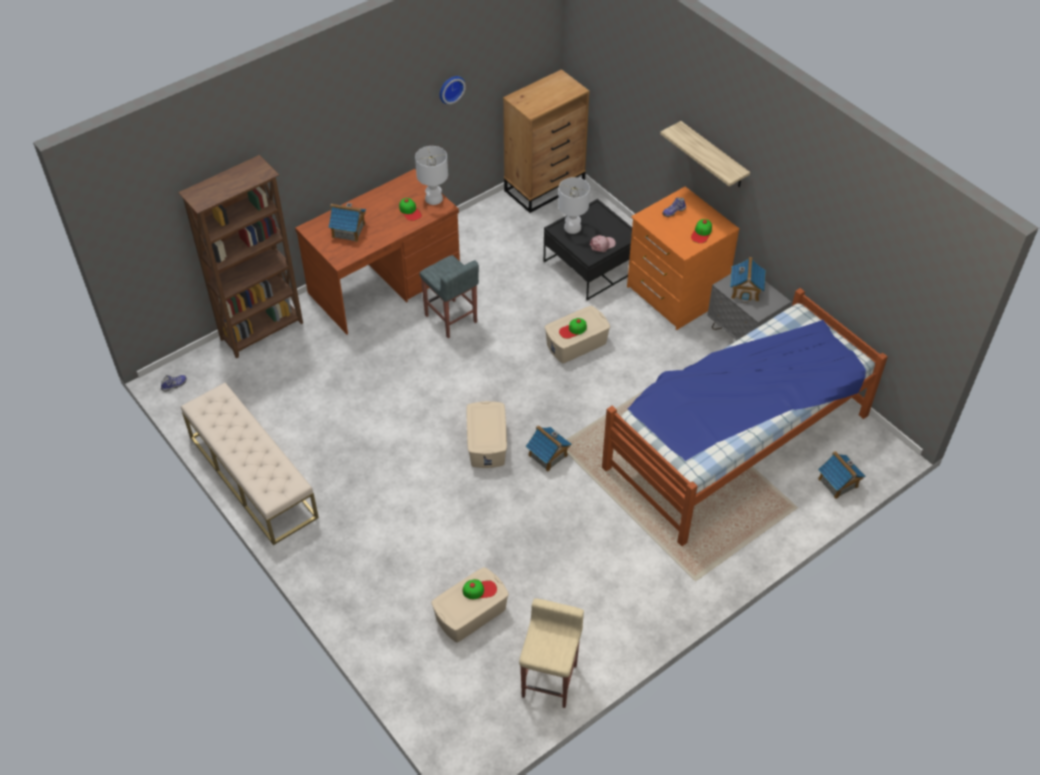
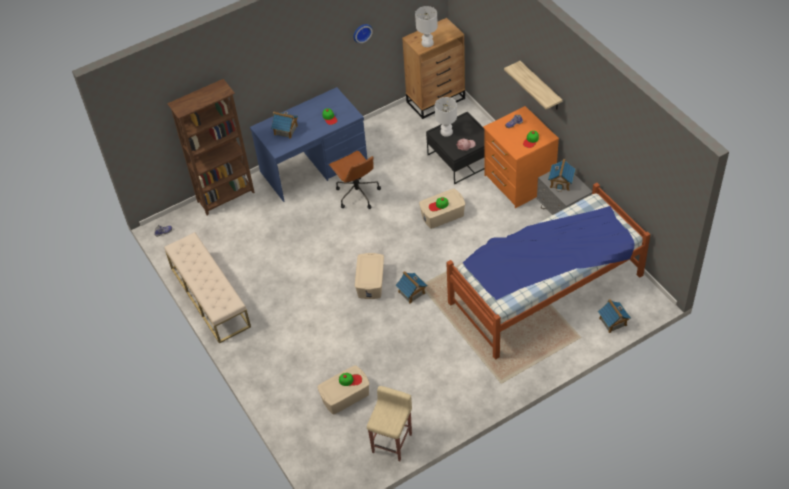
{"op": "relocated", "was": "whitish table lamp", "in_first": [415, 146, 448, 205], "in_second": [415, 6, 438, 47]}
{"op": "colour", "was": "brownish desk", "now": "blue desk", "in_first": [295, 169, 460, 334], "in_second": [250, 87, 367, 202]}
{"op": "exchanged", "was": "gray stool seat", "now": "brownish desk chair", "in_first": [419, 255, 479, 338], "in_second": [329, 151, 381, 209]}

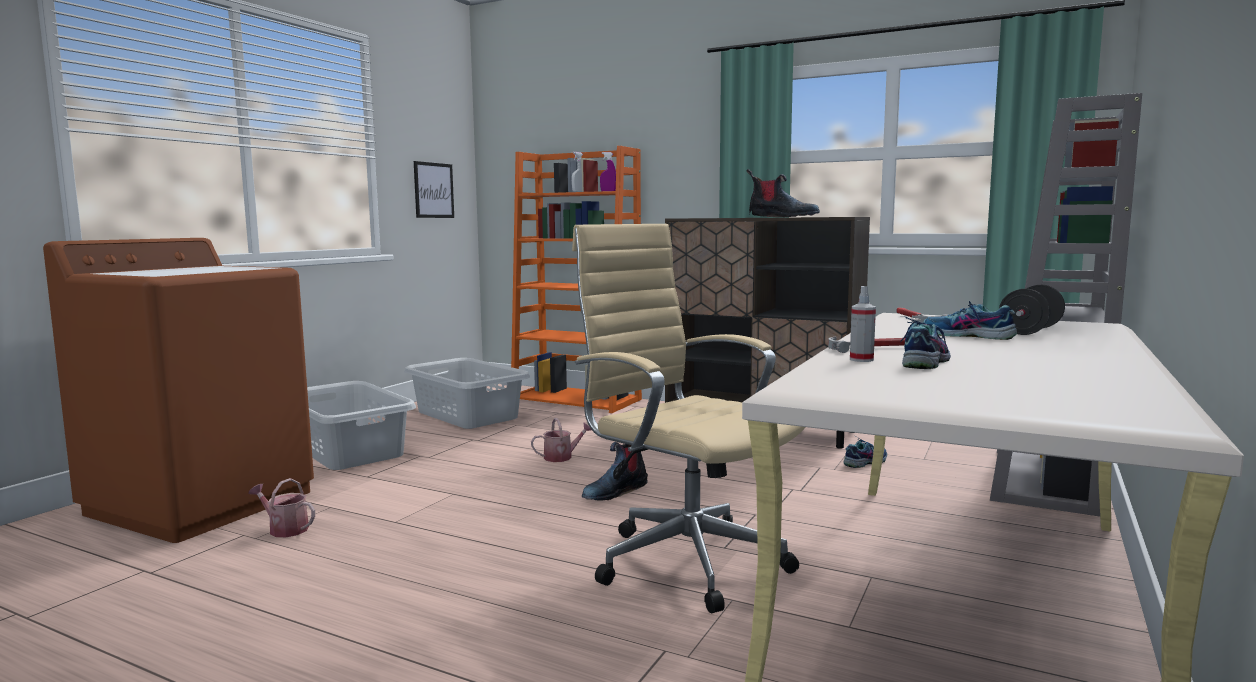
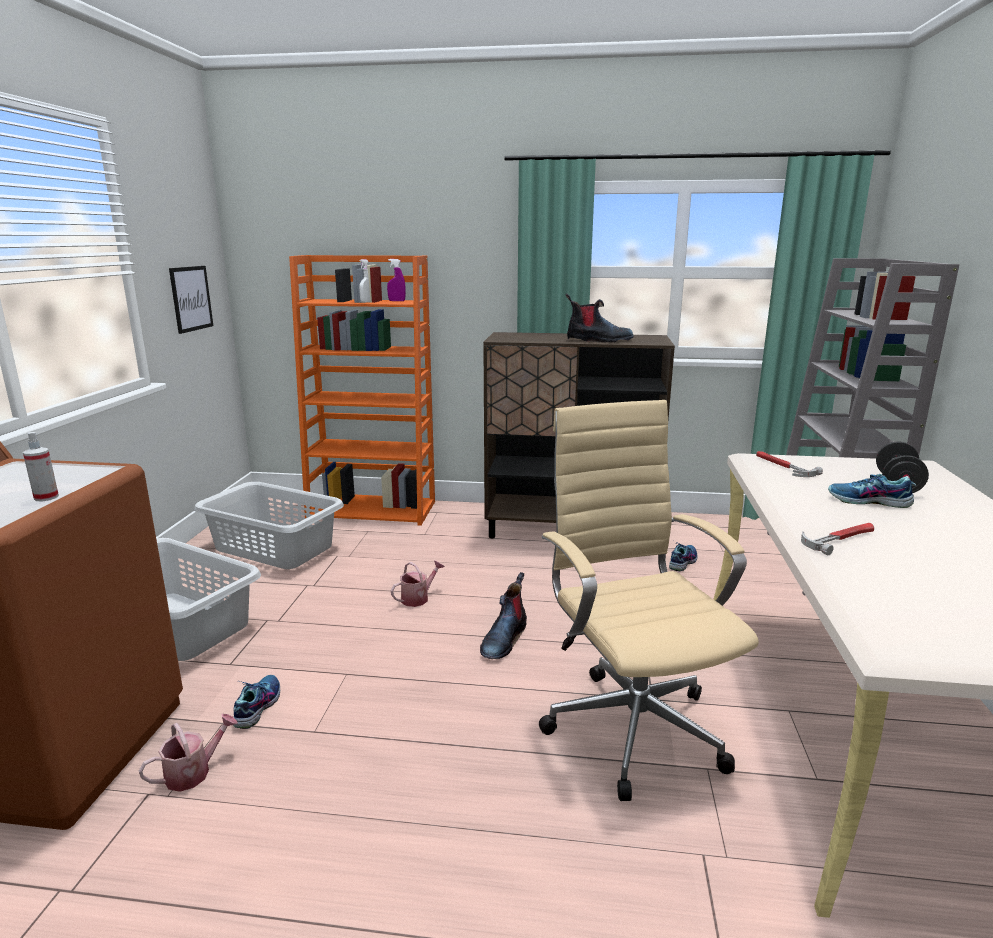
{"op": "spun", "was": "sand-coloured desk chair", "in_first": [572, 224, 805, 613], "in_second": [539, 400, 759, 801], "clockwise": 45}
{"op": "relocated", "was": "sprayer", "in_first": [850, 286, 876, 362], "in_second": [23, 432, 59, 501]}
{"op": "relocated", "was": "item of footwear", "in_first": [900, 316, 951, 369], "in_second": [233, 675, 280, 729]}
{"op": "spun", "was": "watering can", "in_first": [248, 478, 315, 537], "in_second": [139, 714, 238, 792], "clockwise": 135}

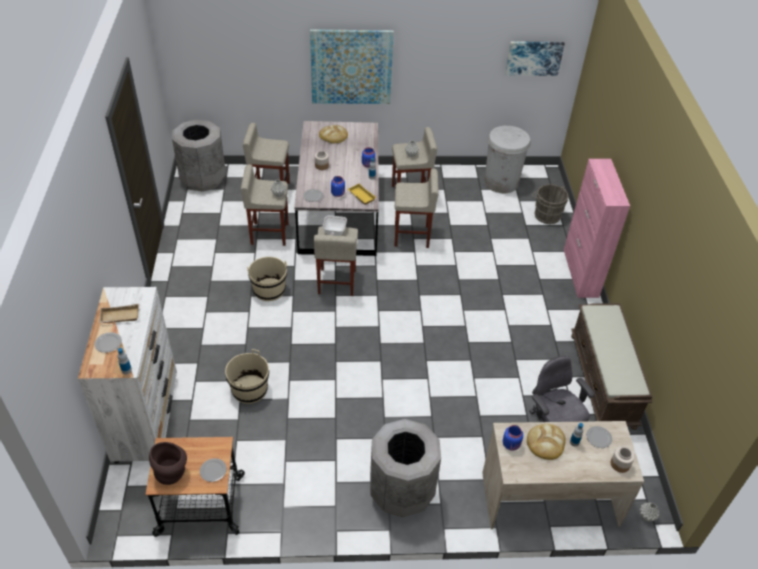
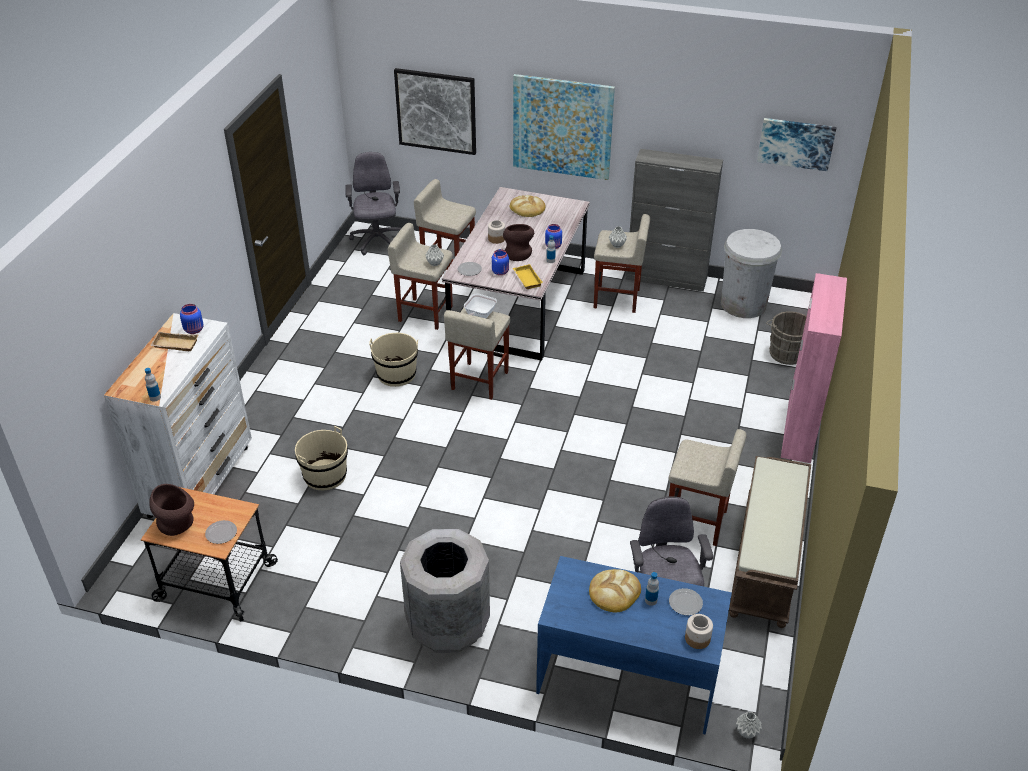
{"op": "exchanged", "was": "gray trash can", "now": "gray desk chair", "in_first": [172, 119, 225, 192], "in_second": [345, 152, 401, 255]}
{"op": "relocated", "was": "sand-coloured stool seat", "in_first": [394, 168, 439, 248], "in_second": [669, 429, 746, 546]}
{"op": "missing", "was": "plate", "in_first": [95, 332, 122, 353]}
{"op": "colour", "was": "sand-coloured desk", "now": "blue desk", "in_first": [482, 421, 644, 529], "in_second": [536, 556, 732, 735]}
{"op": "relocated", "was": "blue jar", "in_first": [503, 425, 523, 451], "in_second": [180, 304, 203, 334]}
{"op": "appeared", "now": "picture", "in_second": [394, 68, 476, 155]}
{"op": "appeared", "now": "gray storage cabinet", "in_second": [626, 149, 723, 292]}
{"op": "appeared", "now": "brownish decorative vase", "in_second": [503, 224, 534, 261]}

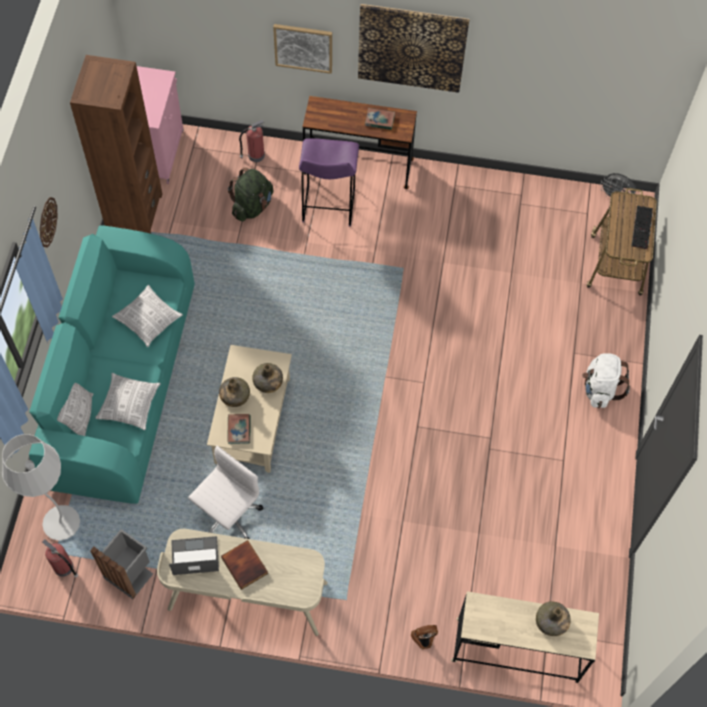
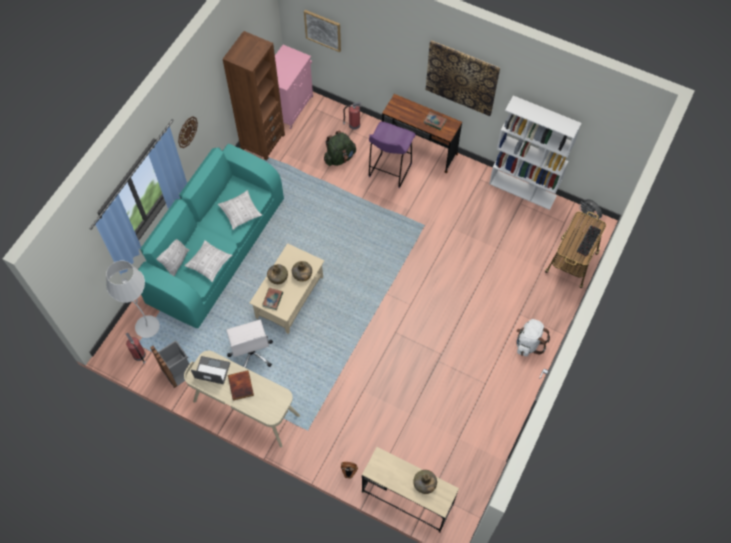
{"op": "relocated", "was": "picture", "in_first": [273, 24, 332, 74], "in_second": [304, 10, 341, 52]}
{"op": "spun", "was": "whitish desk chair", "in_first": [188, 446, 263, 539], "in_second": [226, 320, 273, 368], "clockwise": 105}
{"op": "appeared", "now": "whitish shelving unit", "in_second": [489, 95, 581, 210]}

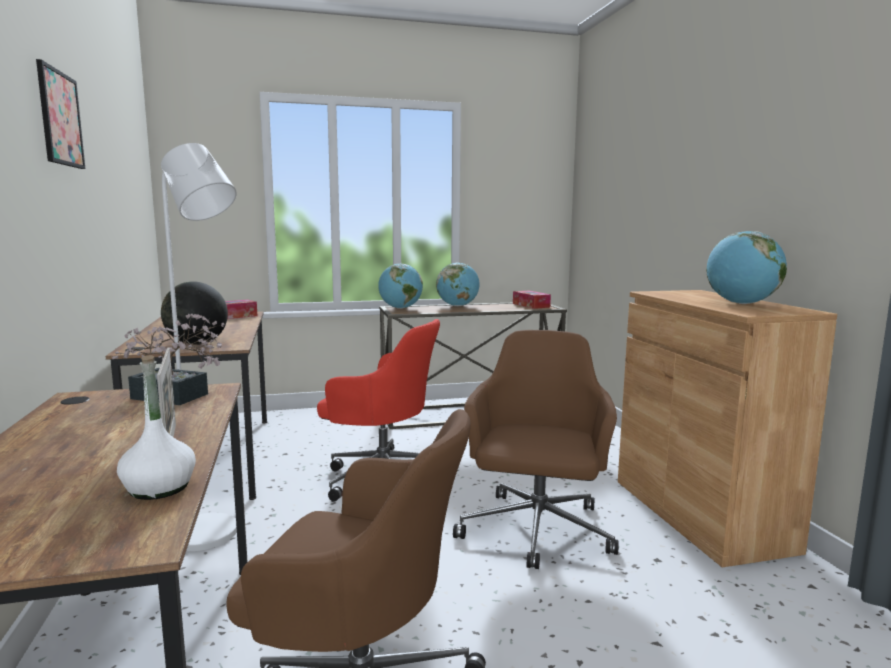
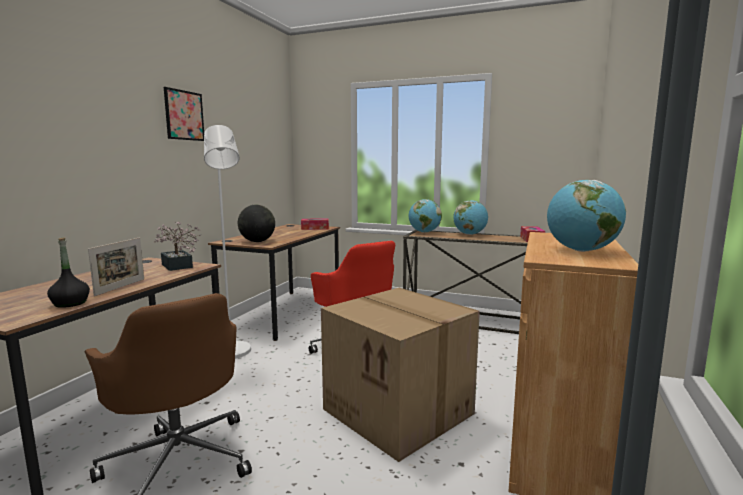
{"op": "exchanged", "was": "brownish desk chair", "now": "cardboard box", "in_first": [453, 330, 619, 569], "in_second": [321, 288, 480, 462]}
{"op": "colour", "was": "whitish beverage bottle", "now": "blackish beverage bottle", "in_first": [117, 355, 196, 500], "in_second": [47, 237, 90, 308]}

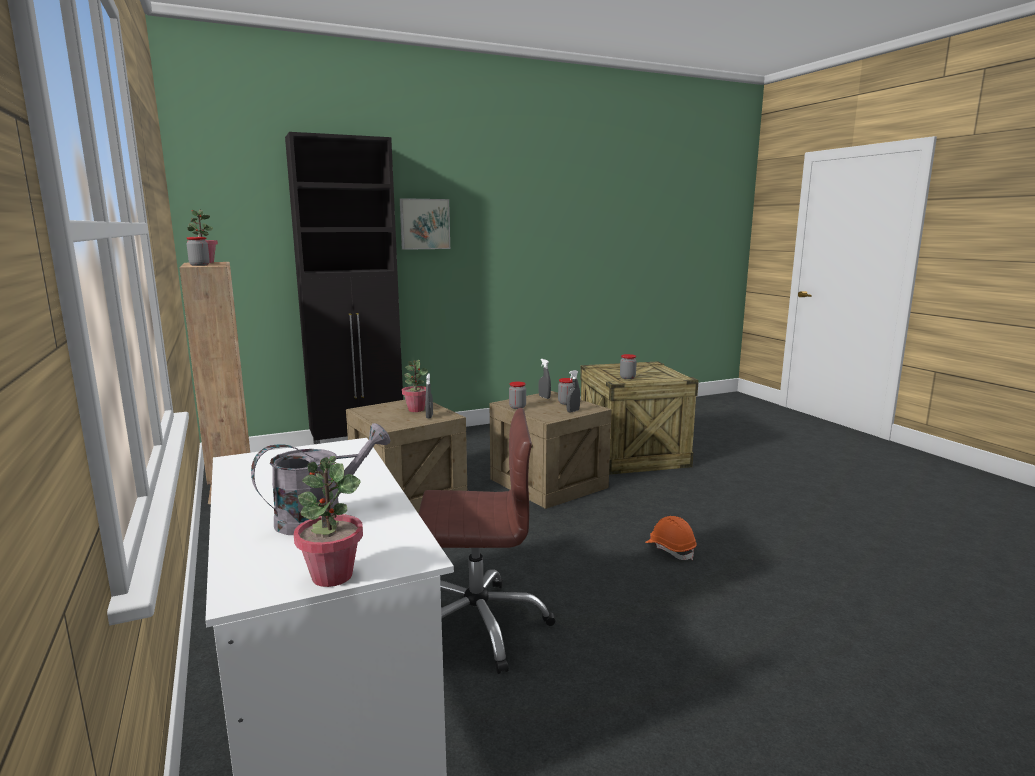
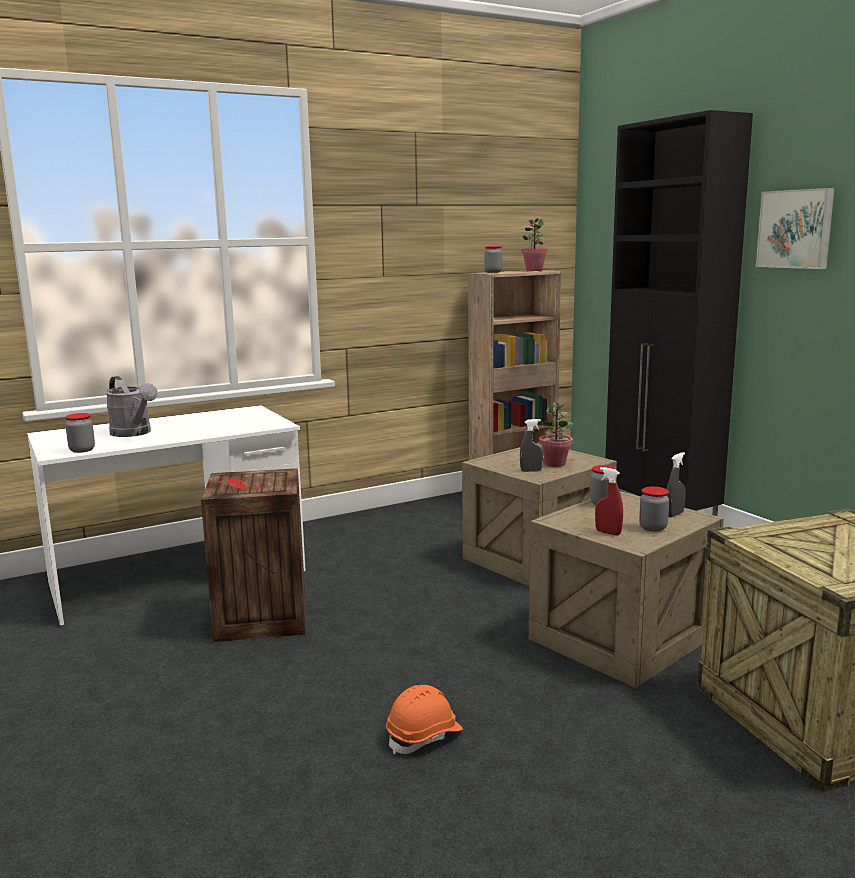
{"op": "relocated", "was": "jar", "in_first": [620, 354, 637, 379], "in_second": [65, 413, 95, 453]}
{"op": "colour", "was": "gray sprayer", "now": "reddish sprayer", "in_first": [566, 370, 580, 412], "in_second": [595, 467, 623, 536]}
{"op": "exchanged", "was": "brownish desk chair", "now": "shipping crate", "in_first": [419, 408, 555, 674], "in_second": [201, 468, 305, 642]}
{"op": "missing", "was": "houseplant", "in_first": [294, 456, 363, 587]}

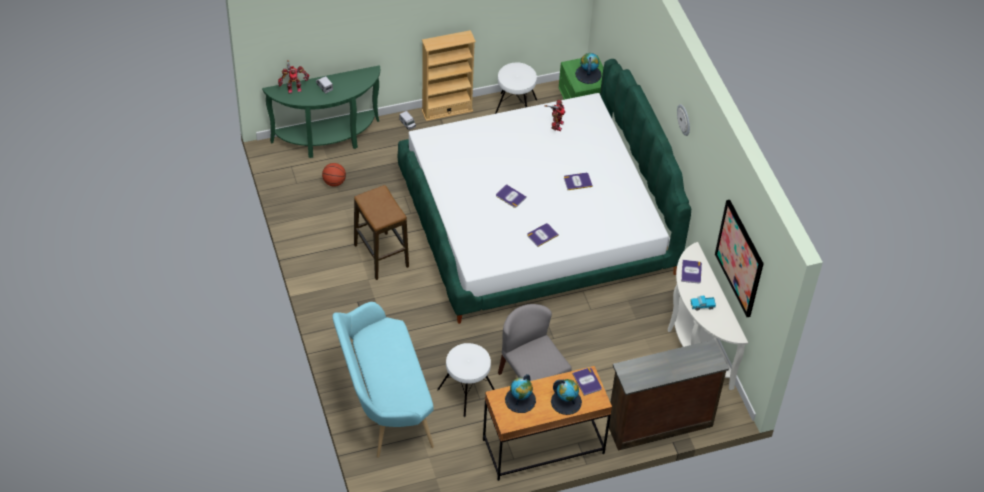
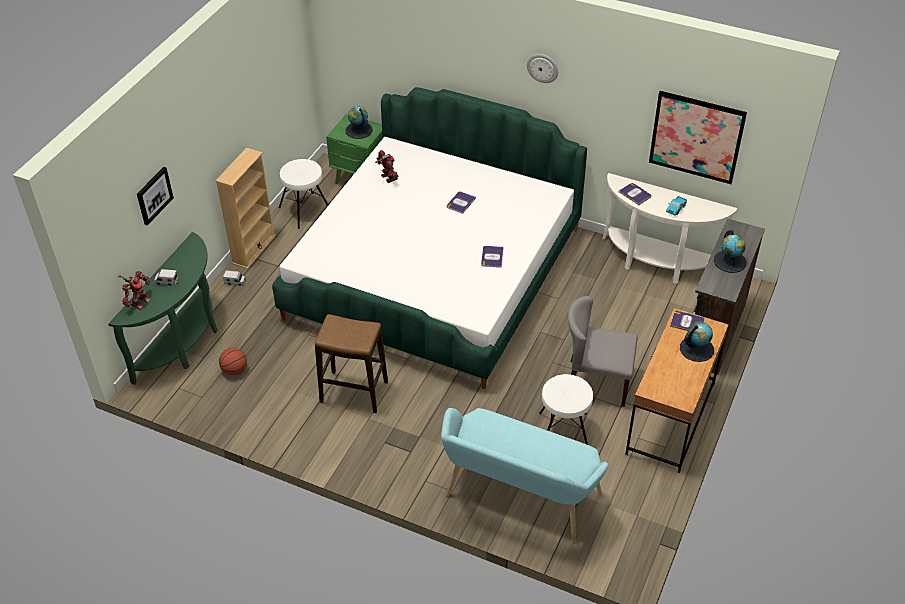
{"op": "missing", "was": "bound book", "in_first": [496, 184, 527, 208]}
{"op": "relocated", "was": "desk globe", "in_first": [505, 374, 536, 413], "in_second": [714, 230, 747, 273]}
{"op": "appeared", "now": "picture", "in_second": [137, 167, 174, 226]}

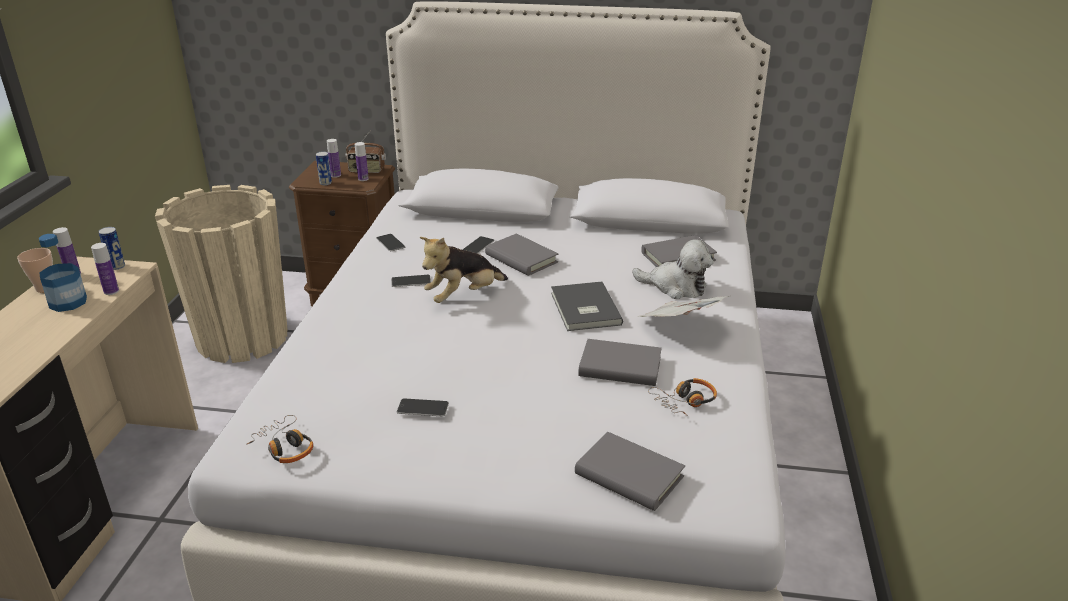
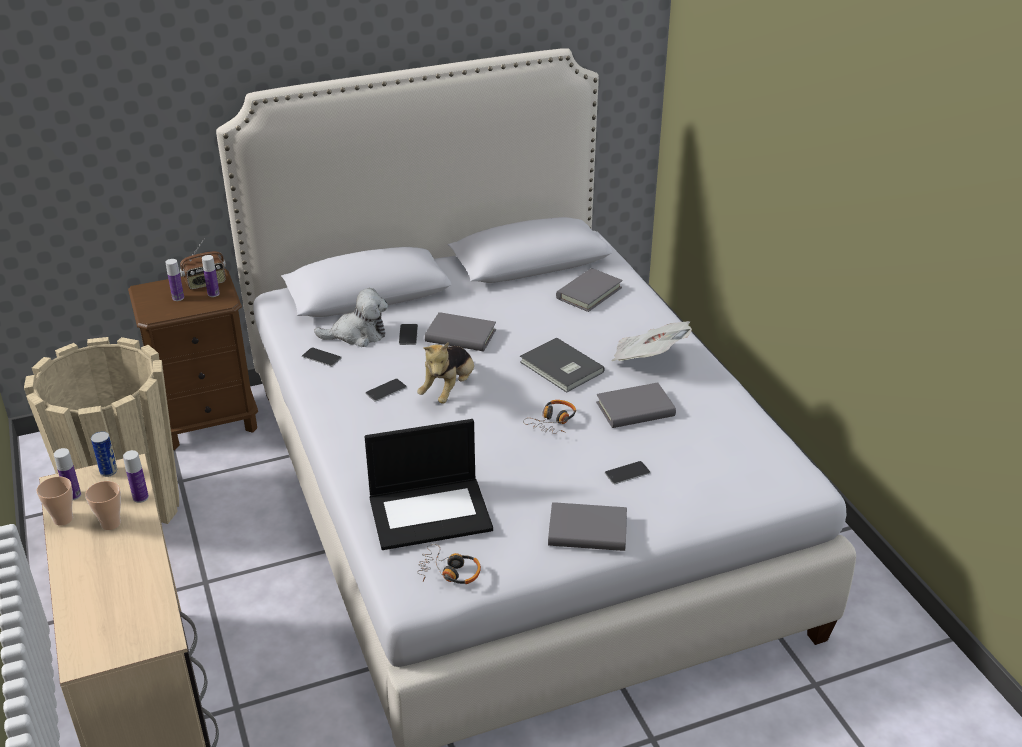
{"op": "missing", "was": "sealed can", "in_first": [316, 152, 332, 185]}
{"op": "exchanged", "was": "beverage bottle", "now": "cup", "in_first": [39, 234, 87, 312], "in_second": [85, 481, 121, 530]}
{"op": "relocated", "was": "soft toy", "in_first": [632, 239, 713, 299], "in_second": [314, 288, 388, 347]}
{"op": "relocated", "was": "headphones", "in_first": [648, 378, 717, 416], "in_second": [523, 400, 576, 434]}
{"op": "relocated", "was": "telephone", "in_first": [397, 398, 449, 416], "in_second": [605, 461, 651, 484]}
{"op": "relocated", "was": "gray bound book", "in_first": [575, 432, 685, 511], "in_second": [548, 502, 627, 551]}
{"op": "appeared", "now": "portable computer", "in_second": [364, 419, 493, 550]}

